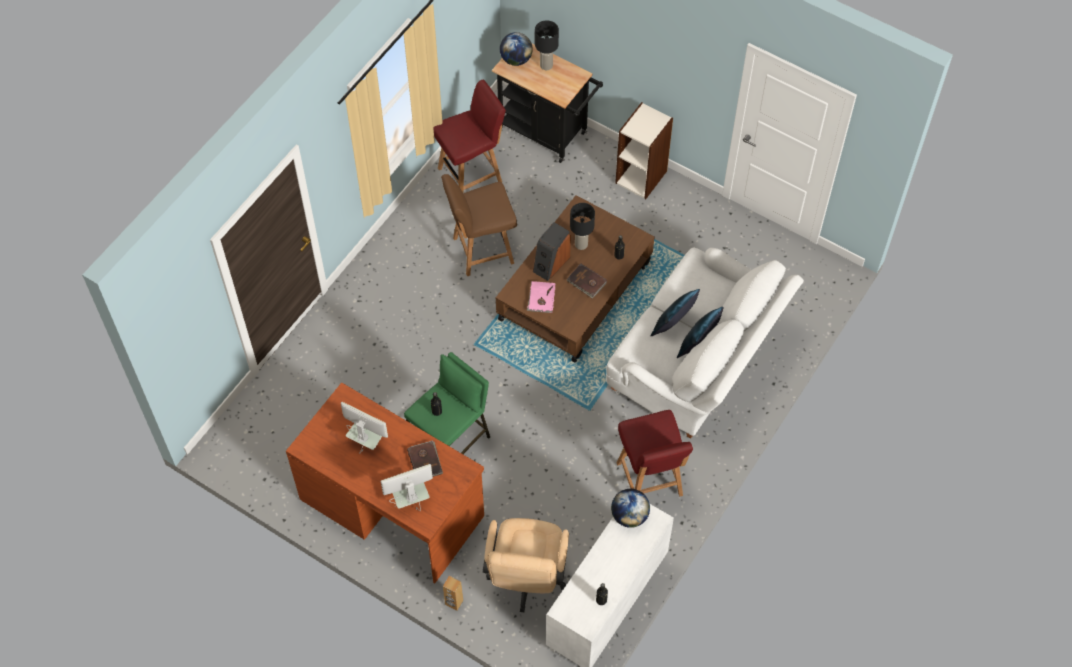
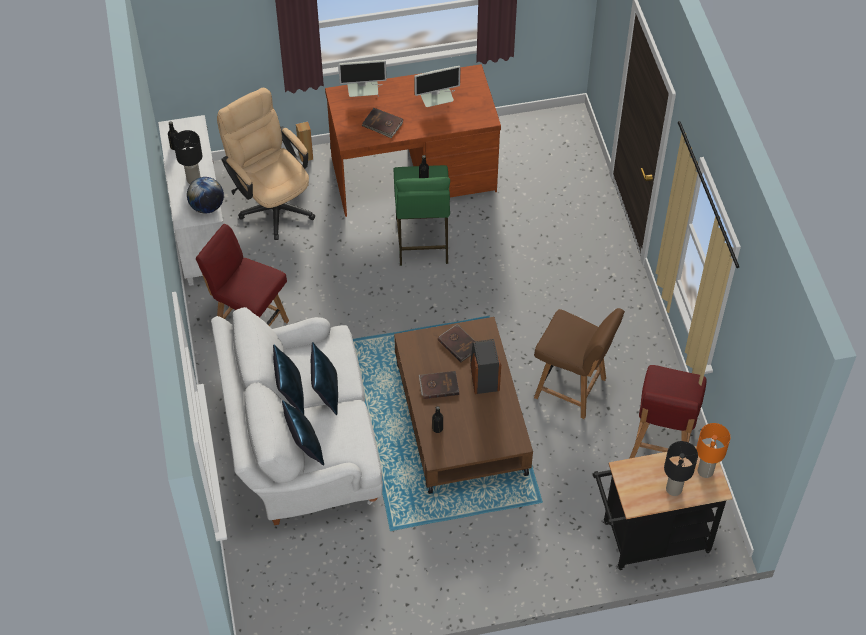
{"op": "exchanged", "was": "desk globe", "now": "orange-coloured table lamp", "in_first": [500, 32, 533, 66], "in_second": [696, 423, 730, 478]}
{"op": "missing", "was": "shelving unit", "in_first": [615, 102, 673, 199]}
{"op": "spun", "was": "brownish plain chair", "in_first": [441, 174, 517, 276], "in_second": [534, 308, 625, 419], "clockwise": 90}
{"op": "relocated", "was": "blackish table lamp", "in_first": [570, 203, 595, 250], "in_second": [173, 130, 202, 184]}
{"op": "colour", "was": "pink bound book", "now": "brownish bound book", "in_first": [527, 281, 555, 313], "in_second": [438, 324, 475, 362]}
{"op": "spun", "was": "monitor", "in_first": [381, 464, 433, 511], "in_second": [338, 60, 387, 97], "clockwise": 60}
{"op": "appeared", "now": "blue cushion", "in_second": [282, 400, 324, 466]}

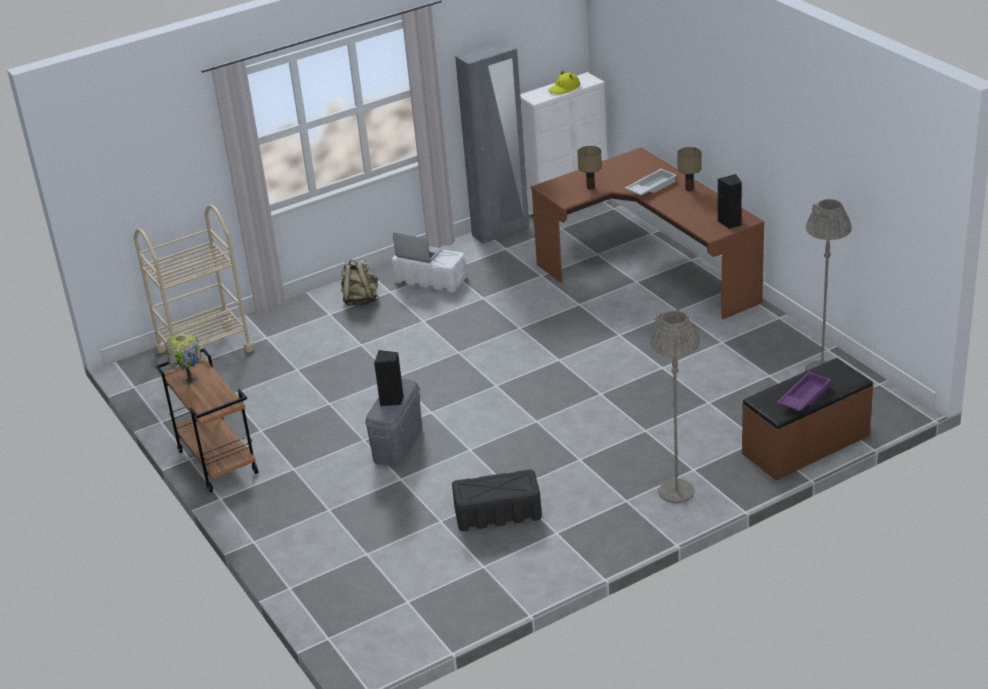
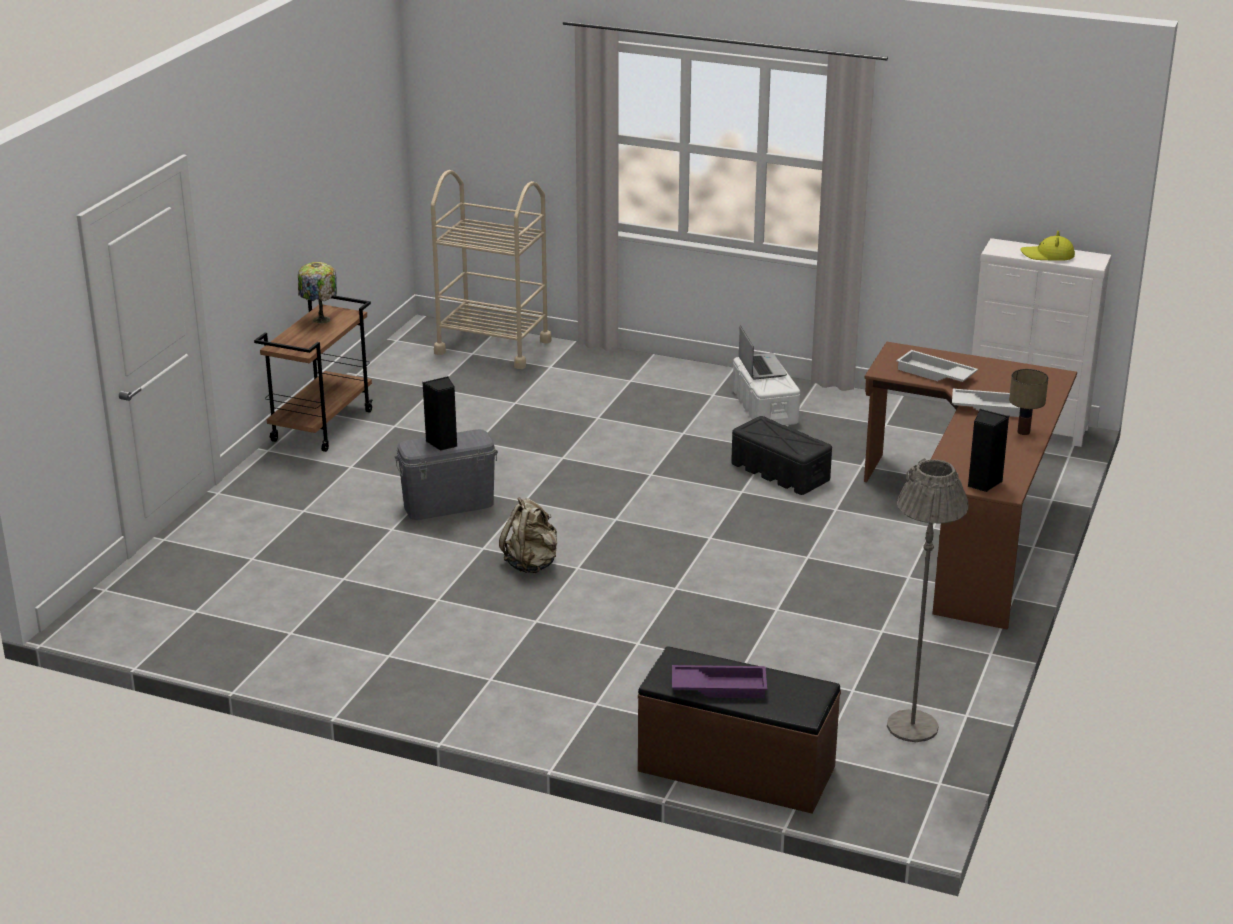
{"op": "missing", "was": "gray armoire", "in_first": [455, 41, 529, 244]}
{"op": "exchanged", "was": "table lamp", "now": "whitish carrying tray", "in_first": [577, 146, 602, 190], "in_second": [896, 350, 978, 382]}
{"op": "relocated", "was": "sand-coloured rucksack", "in_first": [341, 260, 379, 306], "in_second": [499, 497, 557, 573]}
{"op": "missing", "was": "gray standing lamp", "in_first": [650, 309, 700, 503]}
{"op": "relocated", "was": "blackish storage bin", "in_first": [452, 469, 542, 531], "in_second": [731, 416, 832, 495]}

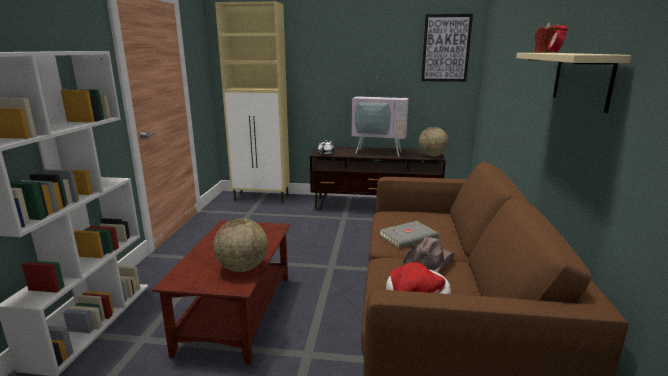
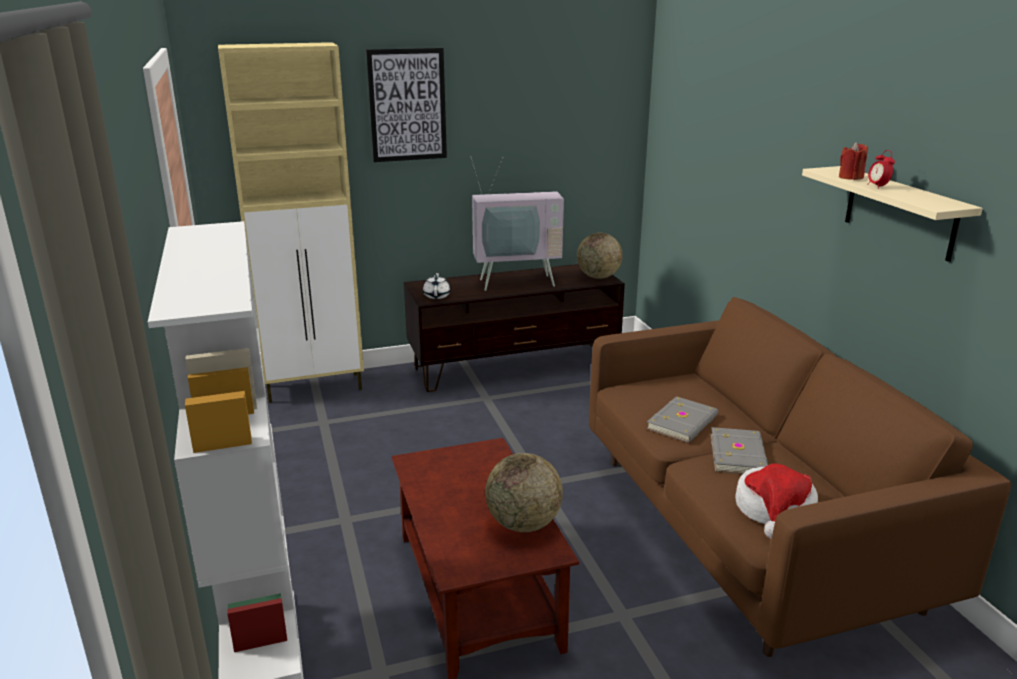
{"op": "relocated", "was": "picture", "in_first": [421, 14, 473, 82], "in_second": [366, 48, 447, 162]}
{"op": "exchanged", "was": "brownish wearable hat", "now": "gray bound book", "in_first": [401, 237, 455, 273], "in_second": [711, 427, 768, 474]}

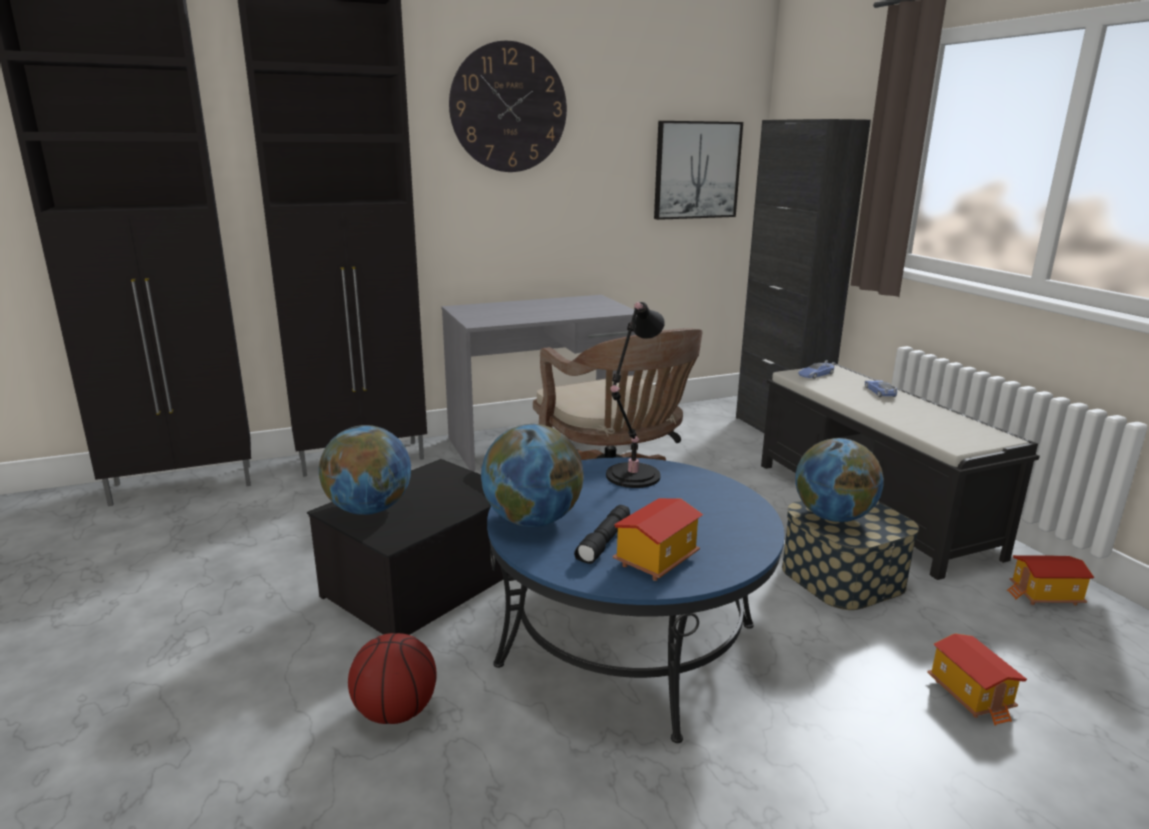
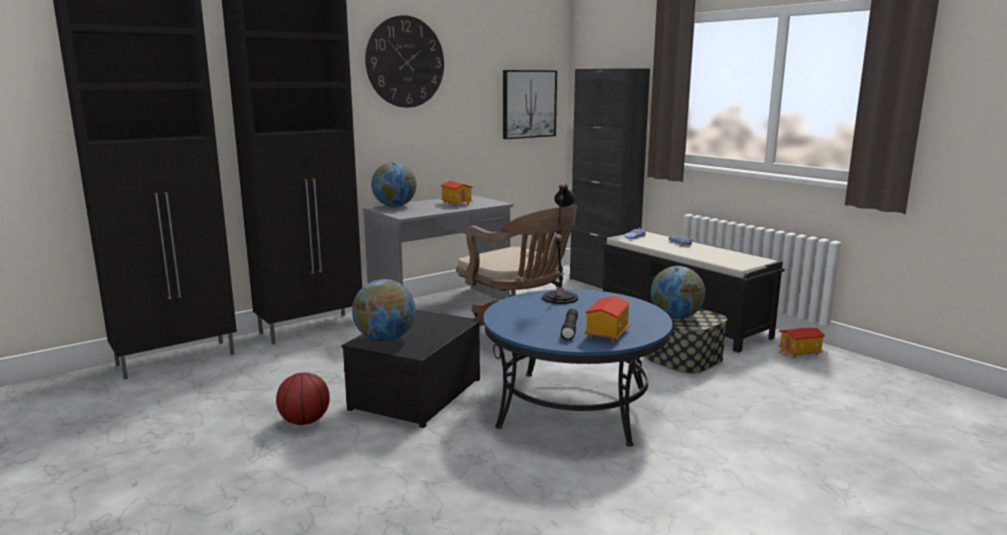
{"op": "relocated", "was": "desk globe", "in_first": [481, 424, 584, 527], "in_second": [371, 162, 417, 207]}
{"op": "relocated", "was": "basketball", "in_first": [348, 633, 437, 724], "in_second": [276, 372, 330, 425]}
{"op": "relocated", "was": "model house", "in_first": [927, 633, 1027, 726], "in_second": [441, 181, 473, 207]}

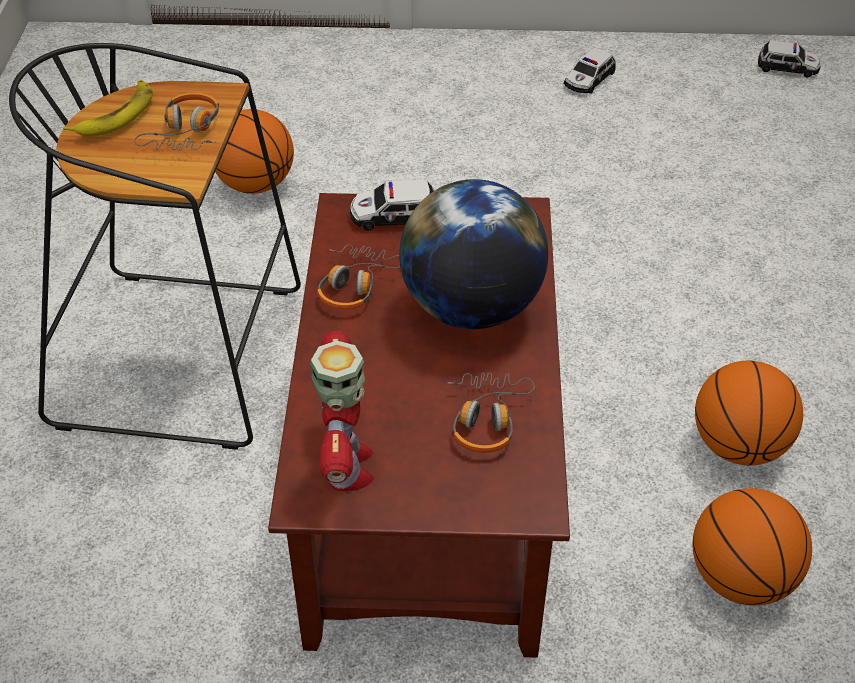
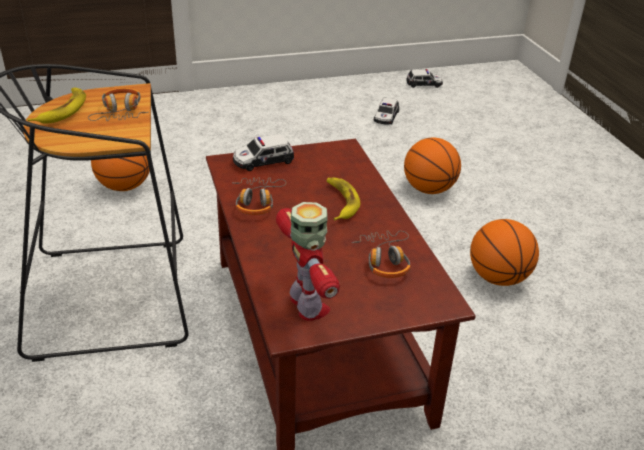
{"op": "relocated", "was": "toy car", "in_first": [564, 48, 616, 94], "in_second": [374, 98, 399, 124]}
{"op": "exchanged", "was": "desk globe", "now": "banana fruit", "in_first": [399, 179, 548, 329], "in_second": [327, 178, 360, 220]}
{"op": "relocated", "was": "basketball", "in_first": [692, 488, 812, 606], "in_second": [404, 138, 461, 194]}

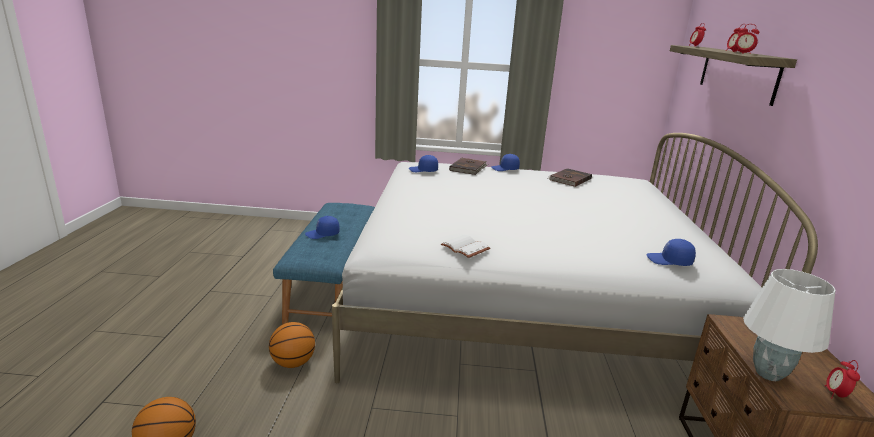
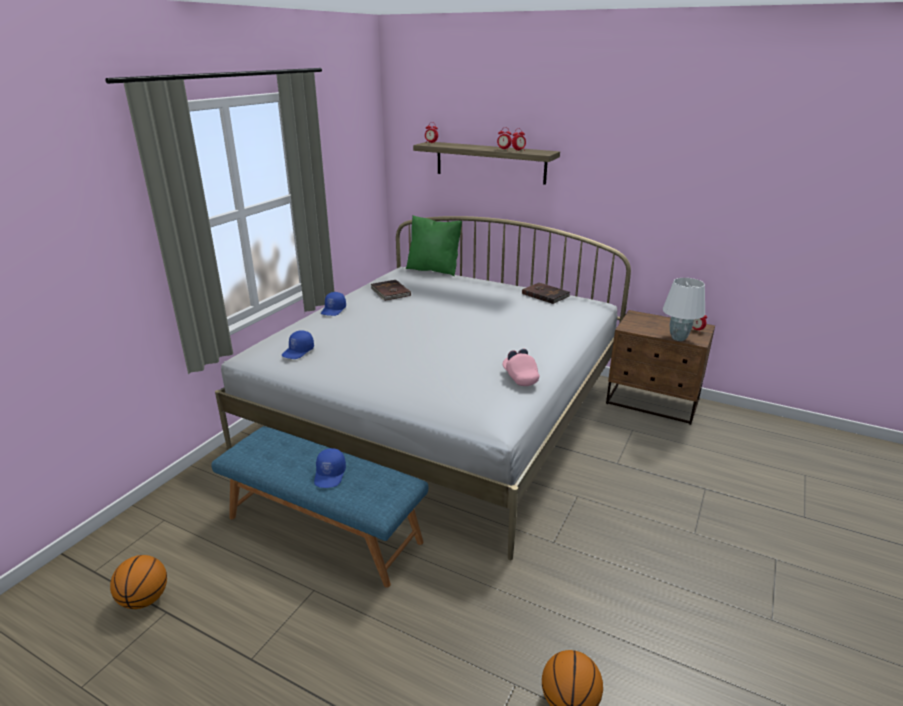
{"op": "relocated", "was": "brownish bound book", "in_first": [449, 158, 488, 175], "in_second": [522, 282, 570, 304]}
{"op": "exchanged", "was": "whitish bound book", "now": "pink cap", "in_first": [441, 235, 490, 258], "in_second": [503, 349, 540, 386]}
{"op": "missing", "was": "blue cap", "in_first": [647, 239, 696, 266]}
{"op": "relocated", "was": "basketball", "in_first": [269, 322, 315, 368], "in_second": [110, 555, 167, 609]}
{"op": "appeared", "now": "green-coloured cushion", "in_second": [406, 216, 462, 276]}

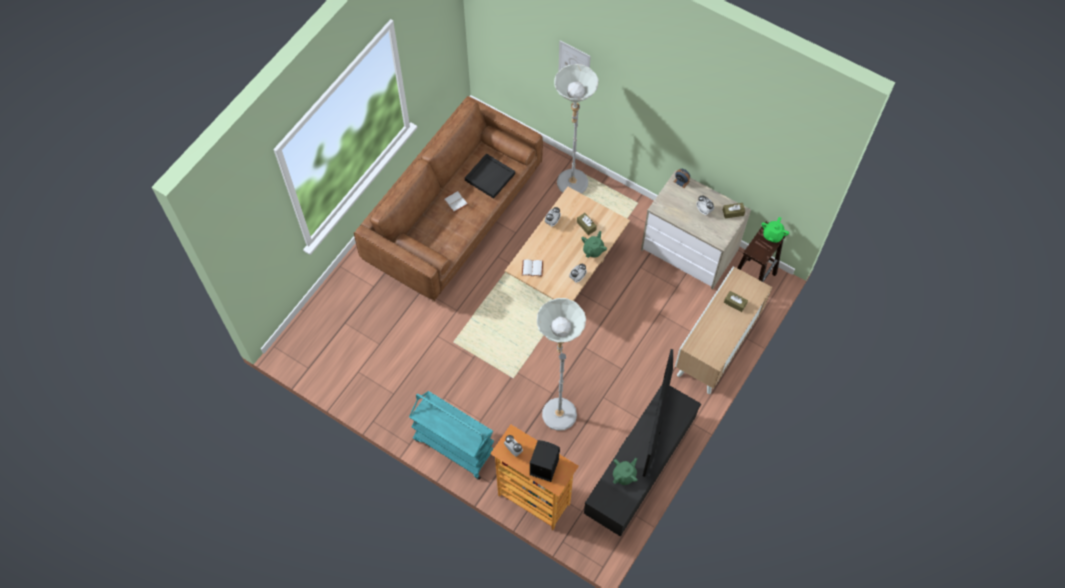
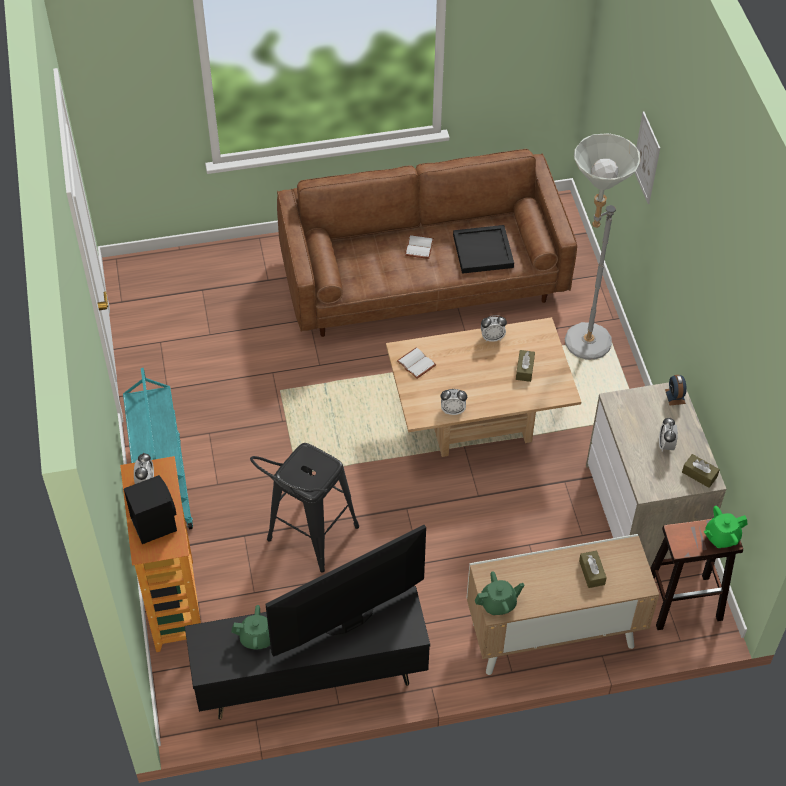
{"op": "relocated", "was": "green-coloured pot for tea", "in_first": [581, 231, 607, 258], "in_second": [475, 571, 524, 615]}
{"op": "exchanged", "was": "gray standing lamp", "now": "blackish stool seat", "in_first": [537, 298, 586, 431], "in_second": [250, 443, 359, 572]}

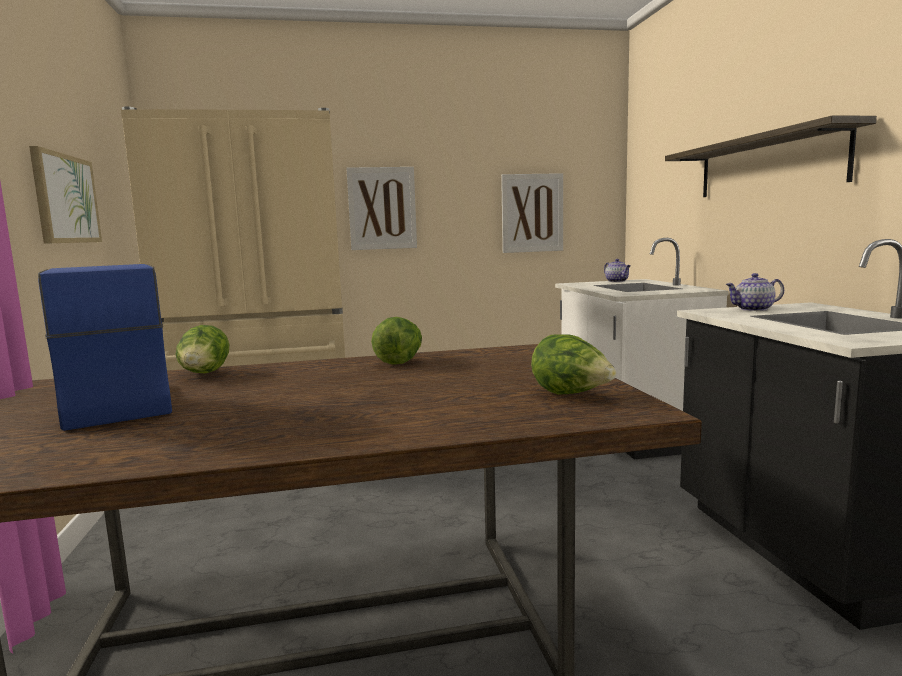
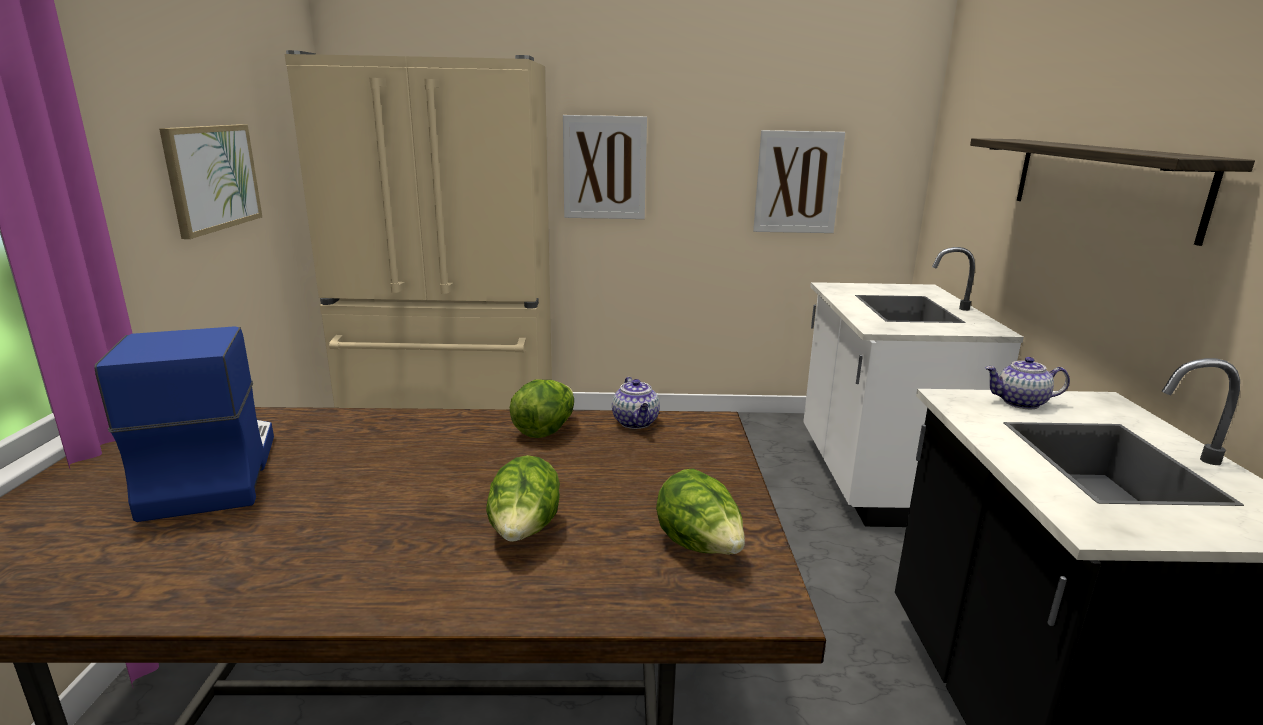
{"op": "relocated", "was": "pot for tea", "in_first": [604, 259, 631, 282], "in_second": [612, 377, 660, 429]}
{"op": "relocated", "was": "lettuce head", "in_first": [175, 325, 229, 373], "in_second": [486, 455, 560, 542]}

